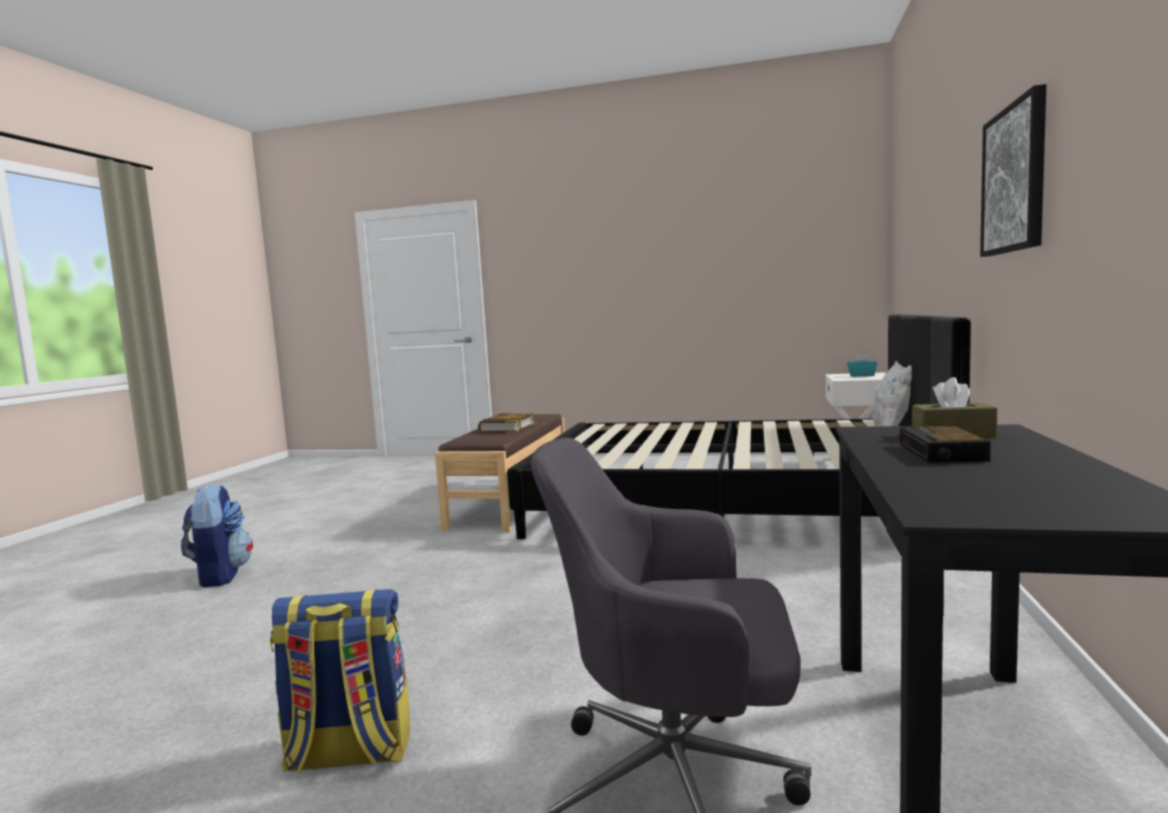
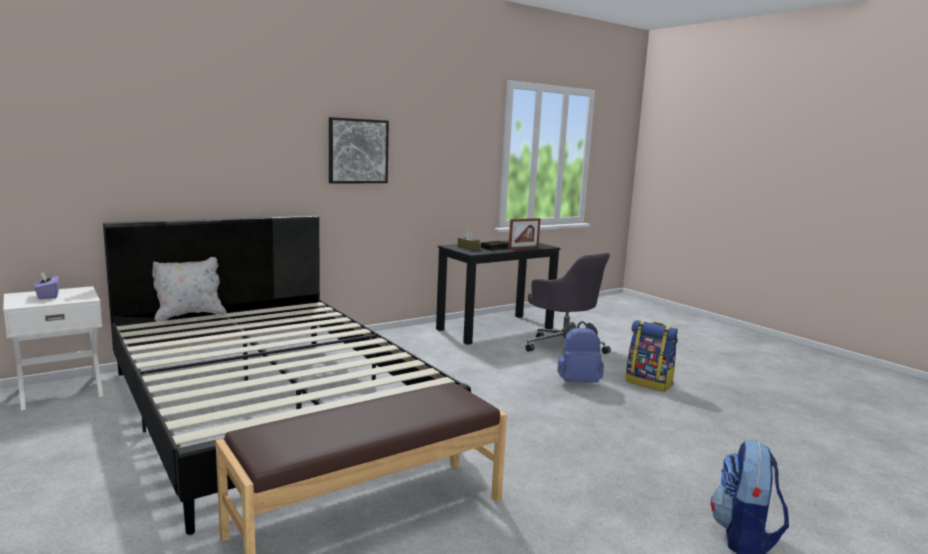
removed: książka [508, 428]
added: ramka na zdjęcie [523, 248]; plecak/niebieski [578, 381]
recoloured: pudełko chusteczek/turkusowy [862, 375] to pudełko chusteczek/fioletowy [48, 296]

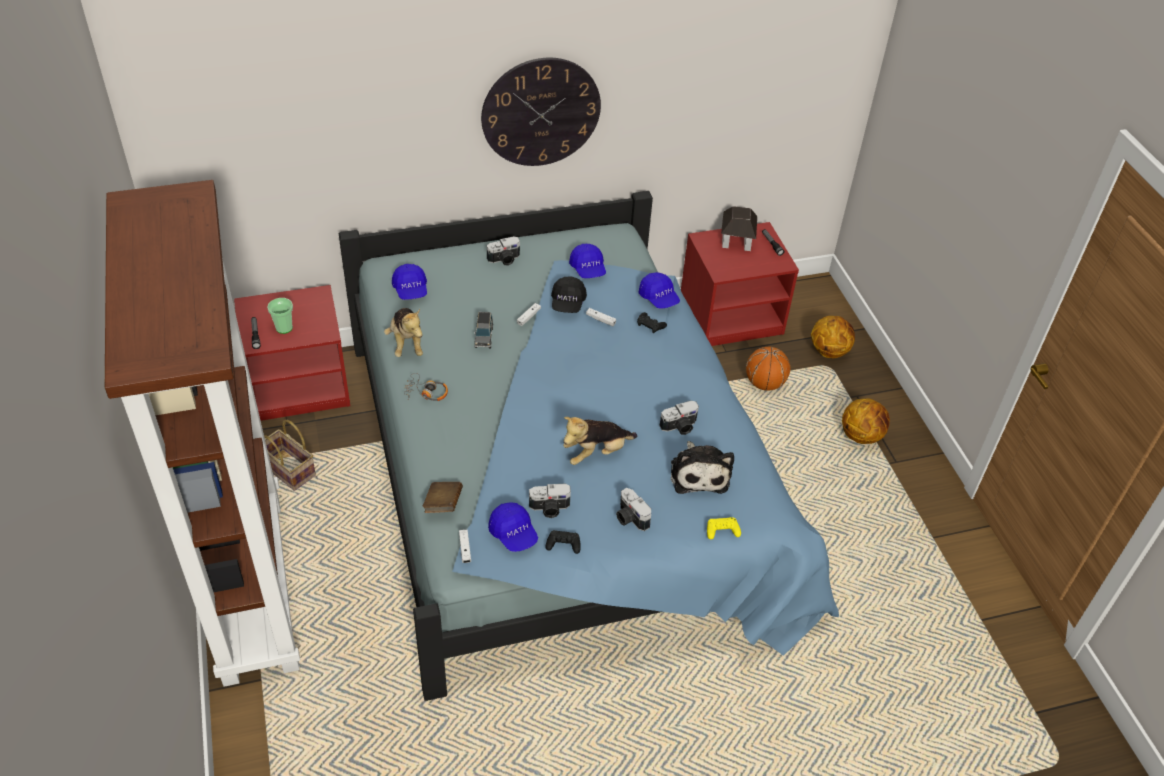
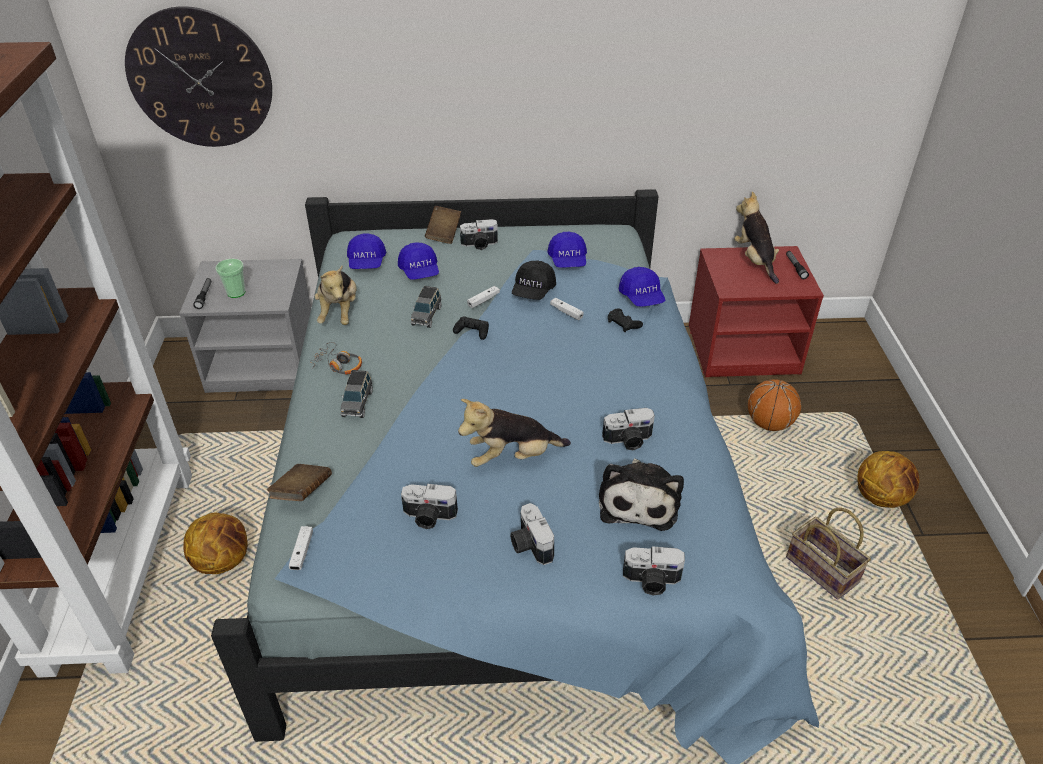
added: samochodzik/szary [357, 403]; książka/brązowy [444, 234]
moved: koszyk [290, 470] to [824, 570]; zegar ścienny [541, 112] to [200, 79]; czapka z daszkiem/niebieski [513, 534] to [420, 272]; pad do gier/czarny [563, 544] to [472, 331]; piłka do koszykówki [829, 351] to [223, 561]
replaced: pad do gier/żółty [722, 531] to aparat fotograficzny [651, 581]; domek [736, 241] to pluszak [754, 260]
recoloured: szafka nocna/czerwony [300, 385] to szafka nocna/szary [264, 363]

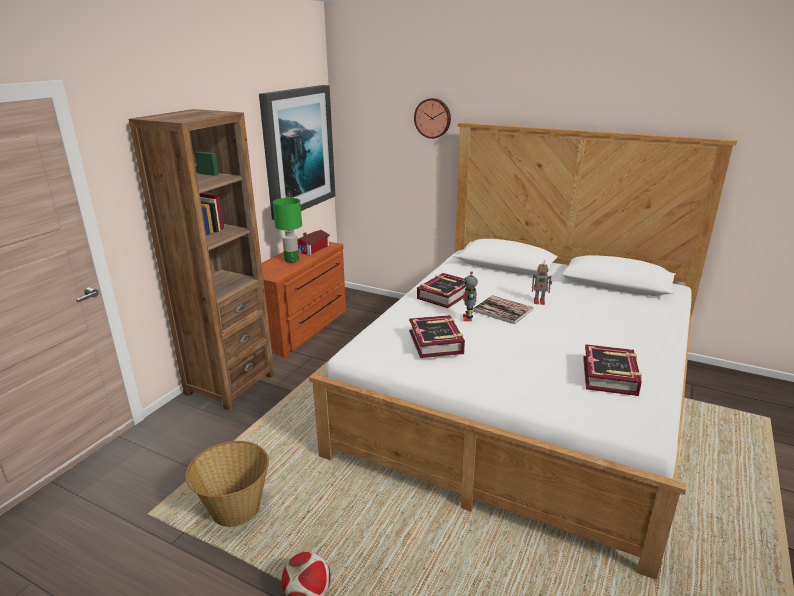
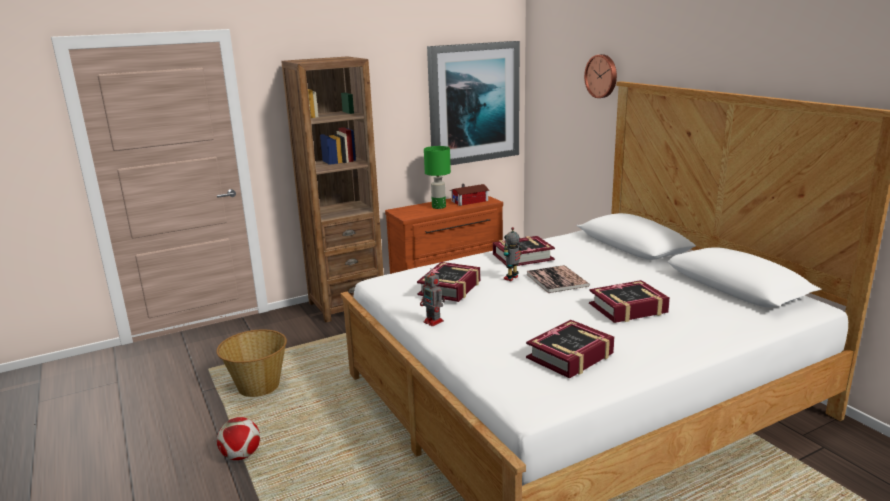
added: książka [628, 308]
moved: robot zabawkowy [540, 301] to [434, 322]

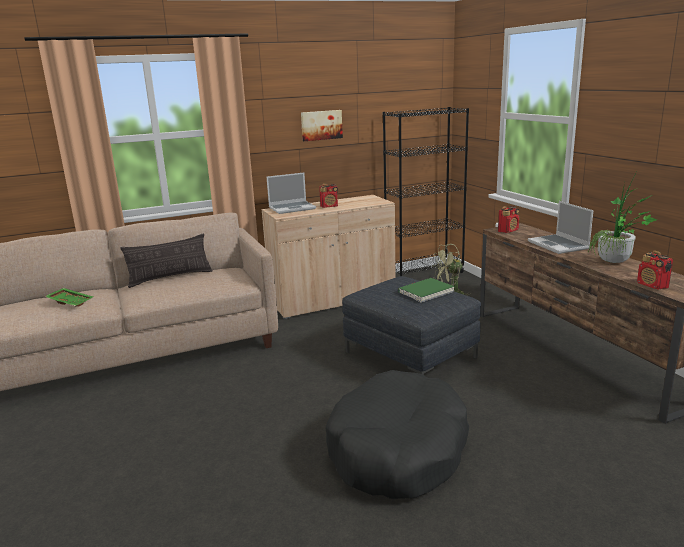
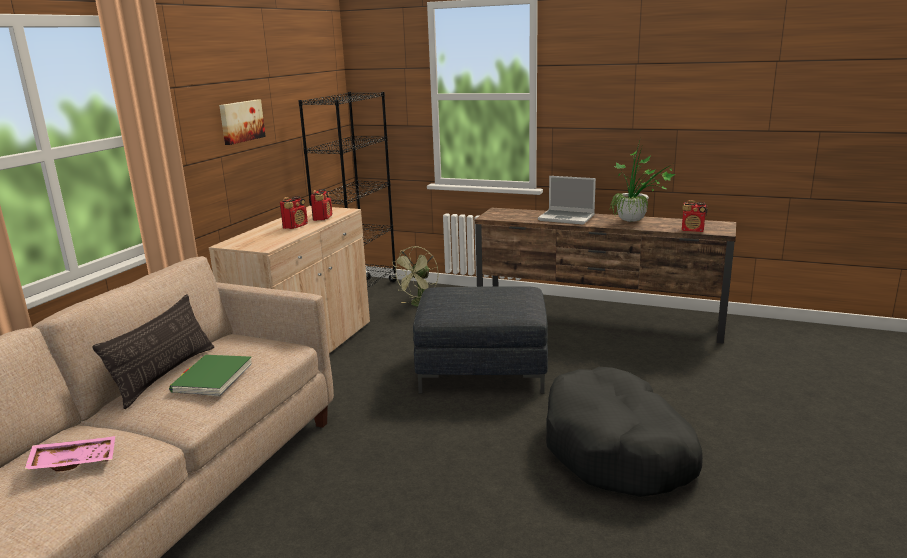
removed: laptop [292, 208]
moved: książka/zielony [426, 292] to [212, 378]; radio [508, 231] to [323, 218]
recoloured: taca/zielony [71, 302] to taca/różowy [74, 461]

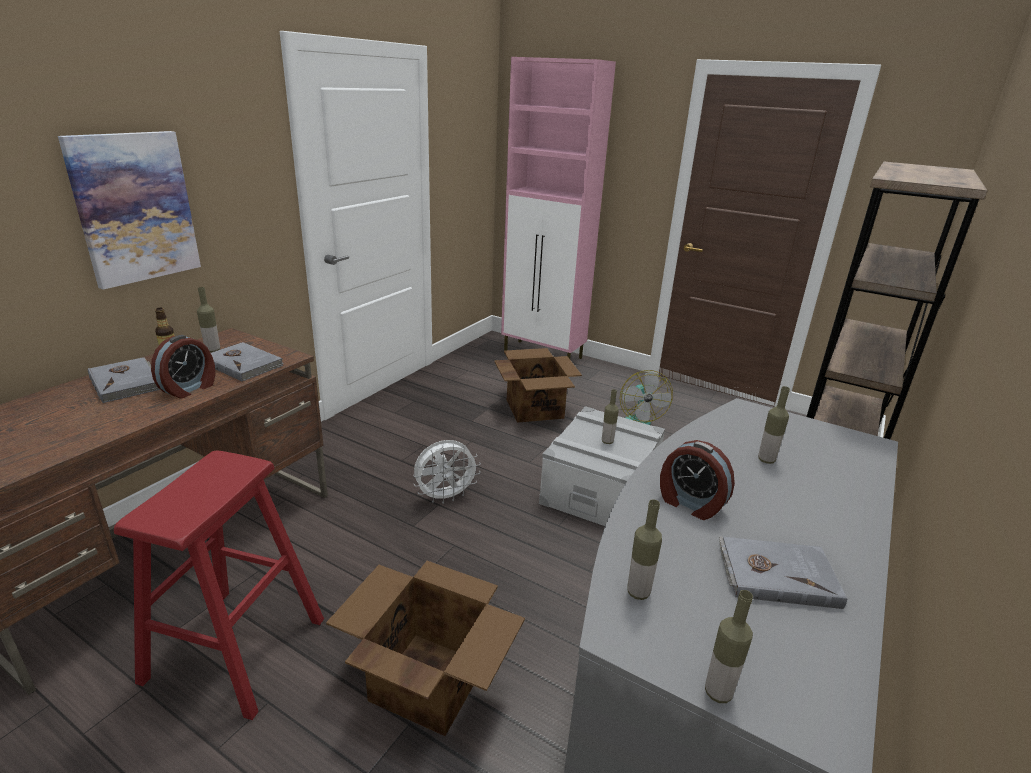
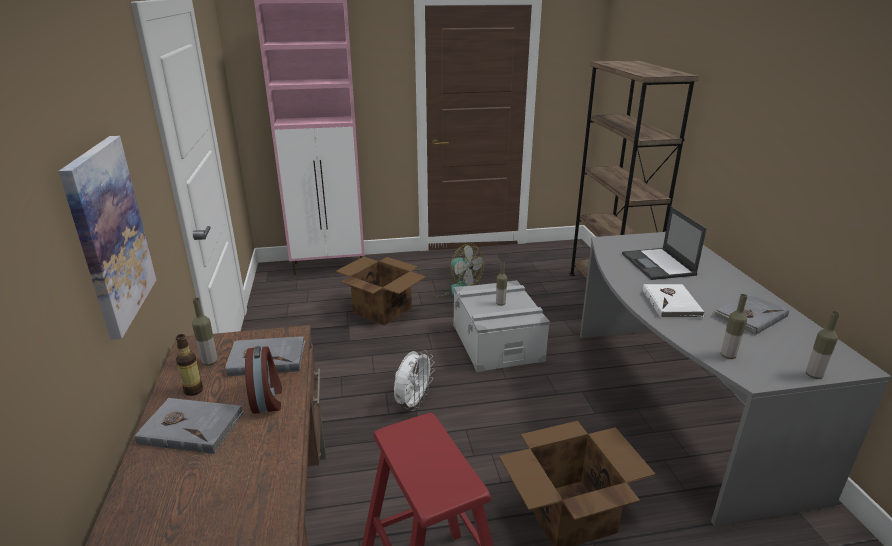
replaced: budzik [690, 504] to książka/biały [672, 303]; butelka [766, 460] to laptop [658, 264]

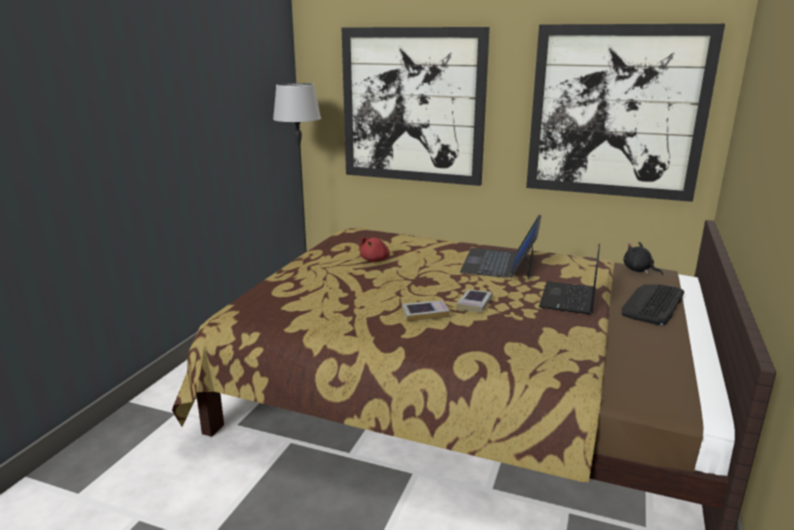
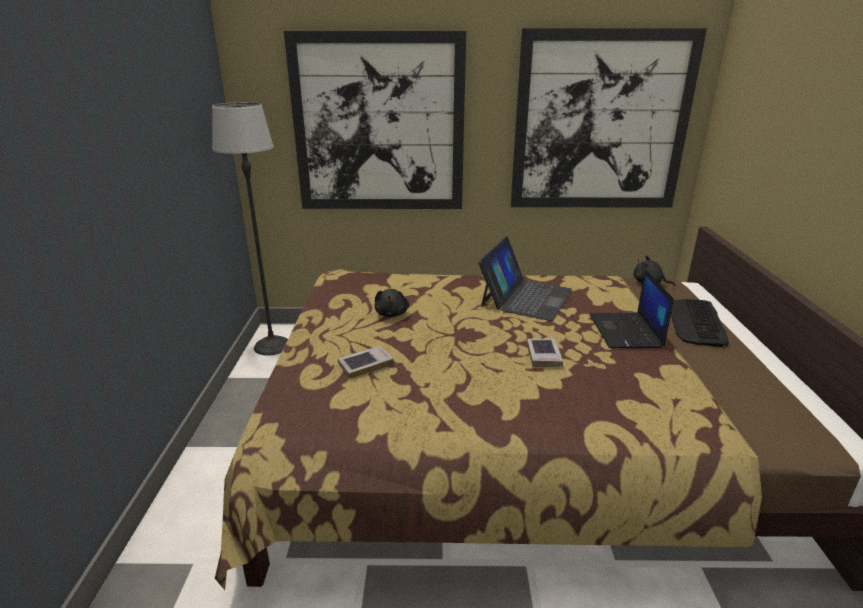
moved: książka [425, 313] to [365, 365]
recoloured: pluszak/czerwony [375, 260] to pluszak/czarny [392, 313]
turned: laptop [500, 263] = [525, 297] 150 degrees counterclockwise

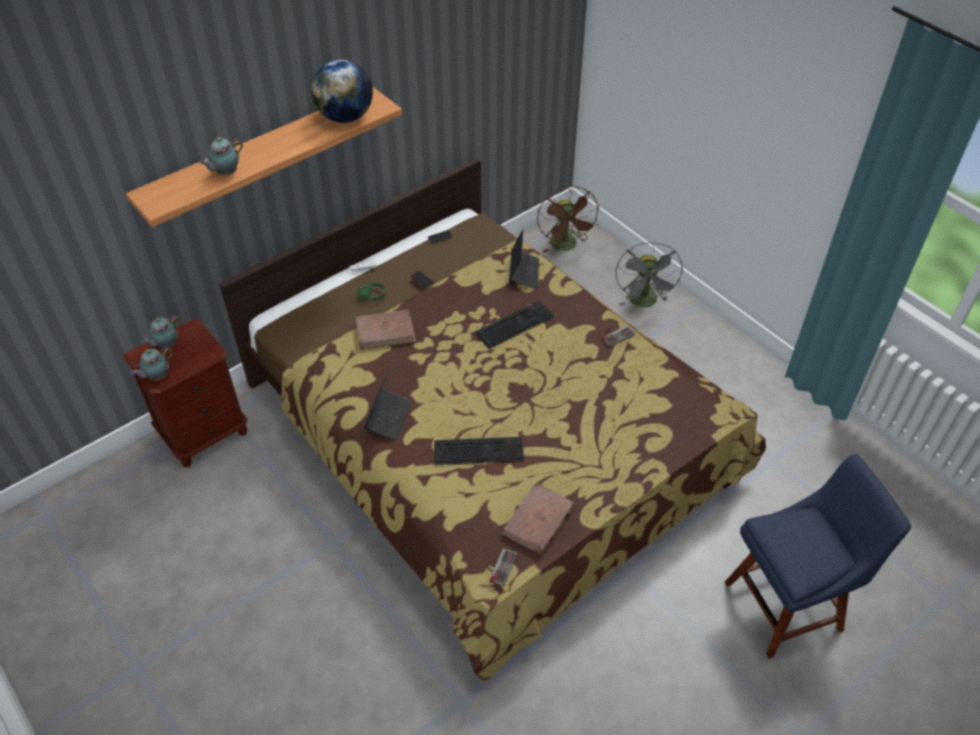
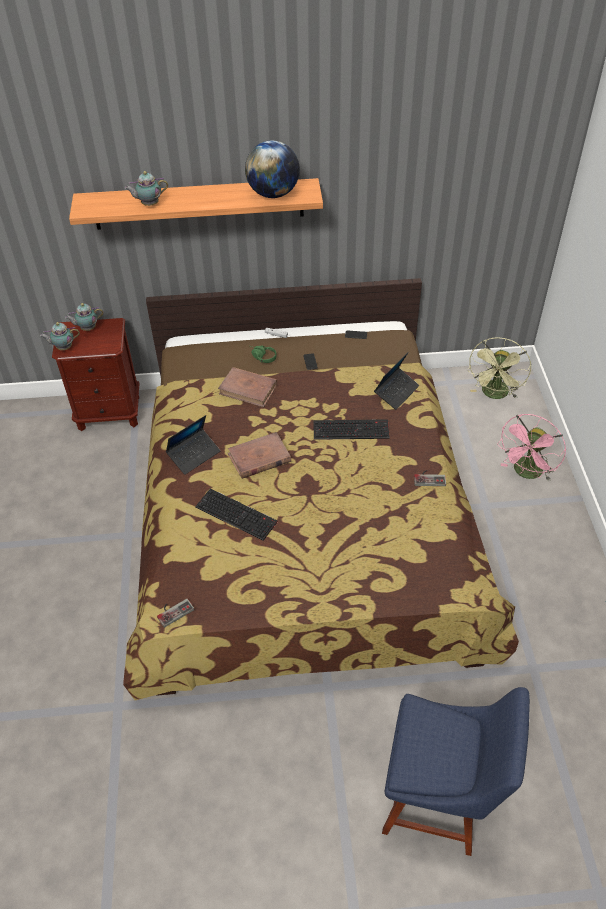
moved: książka/brązowy [538, 521] to [259, 458]
recoloured: wentylator/brązowy [566, 246] to wentylator/zielony [495, 395]; wentylator/szary [644, 302] to wentylator/różowy [526, 473]

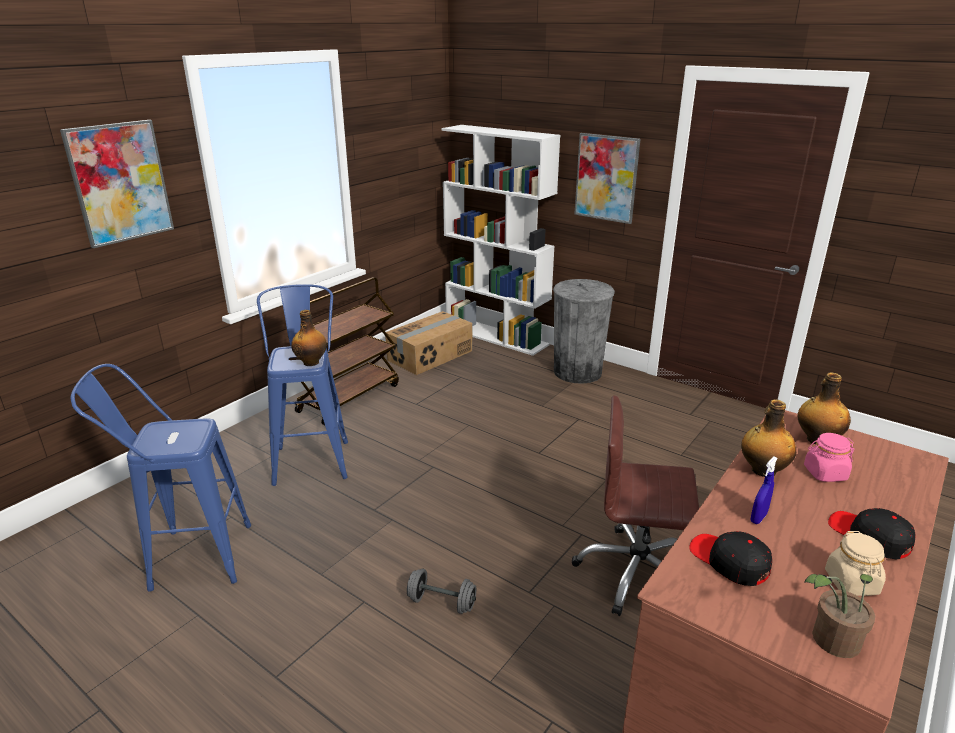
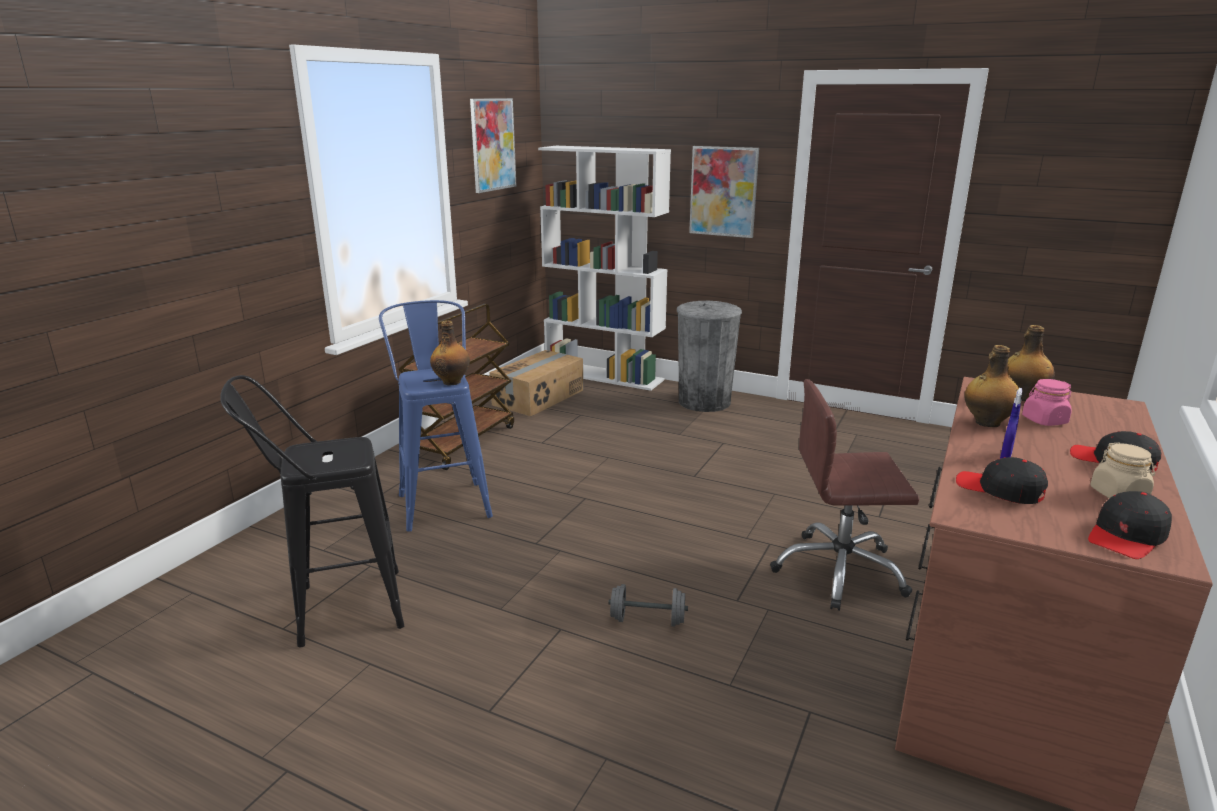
moved: obraz [120, 183] to [492, 144]
replaced: roślina doniczkowa [830, 641] to czapka z daszkiem/czarny [1127, 536]
recoloured: stołek/niebieski [189, 557] to stołek/czarny [336, 609]

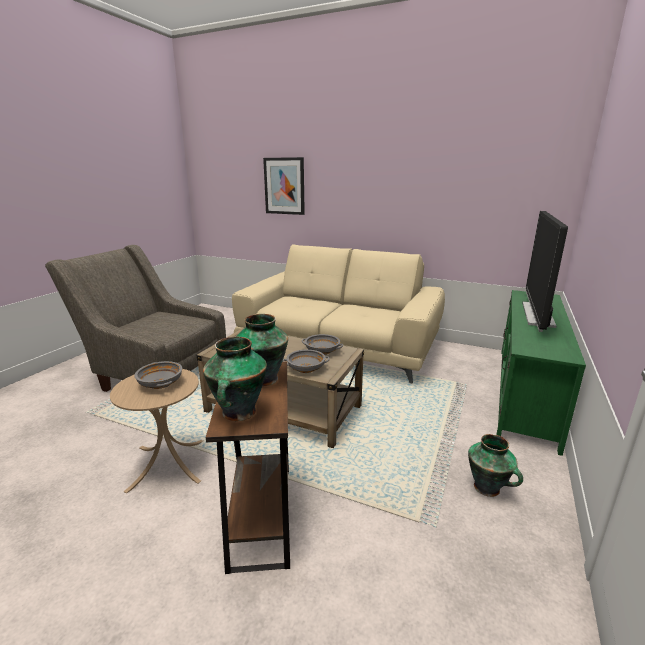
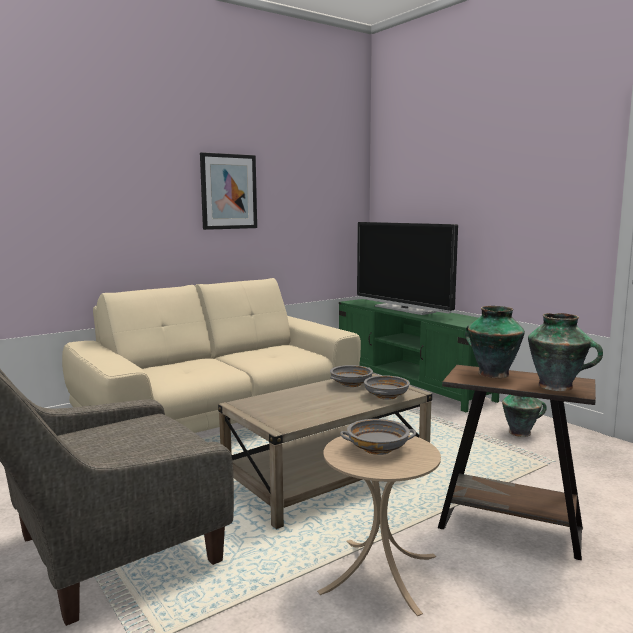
moved: obraz [284, 186] to [228, 191]

